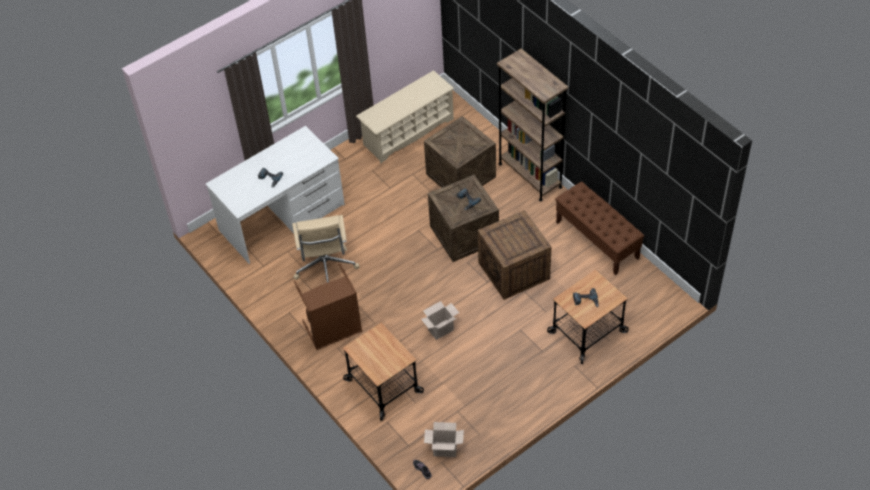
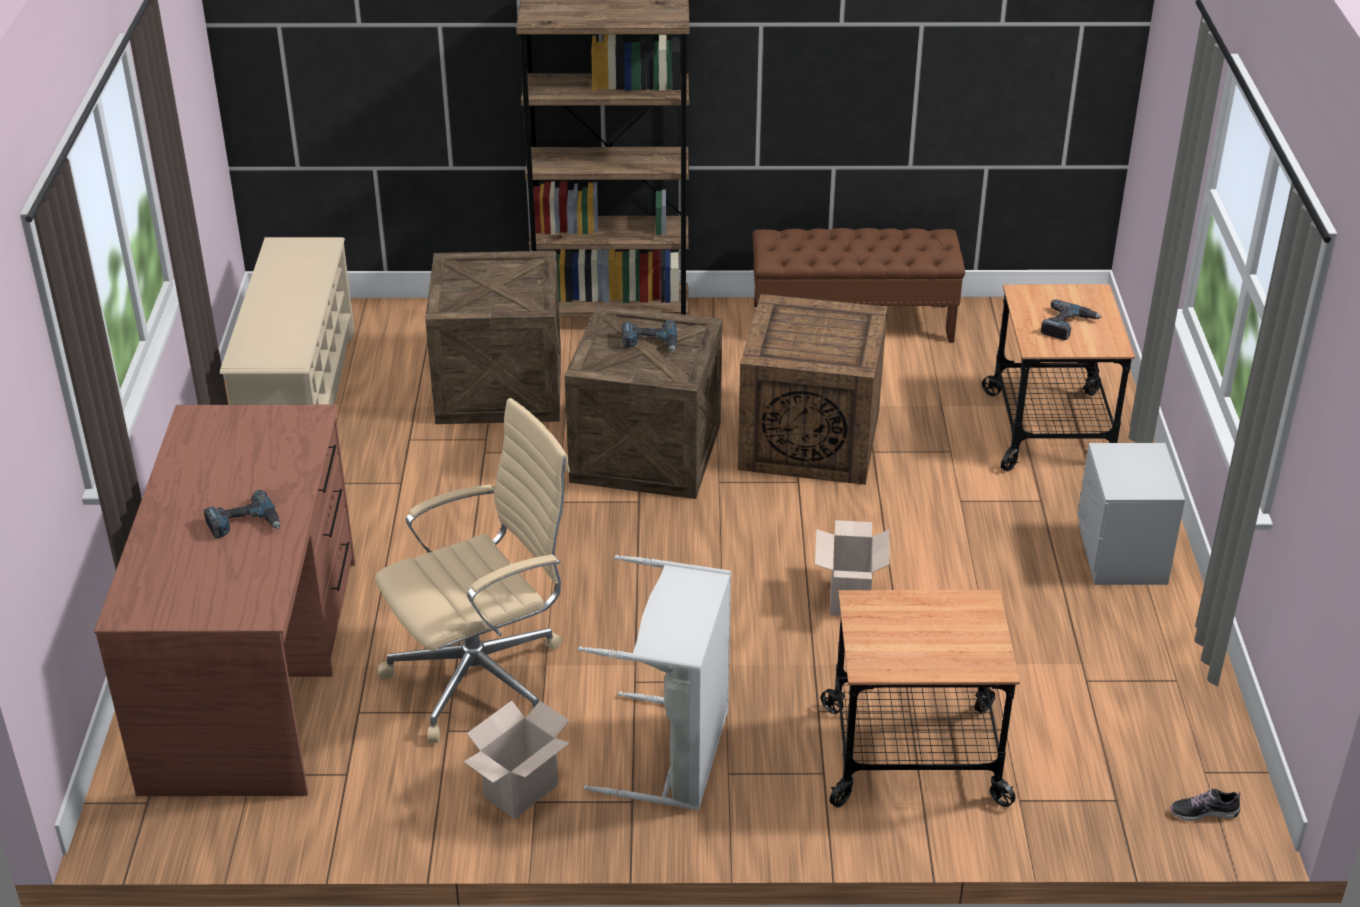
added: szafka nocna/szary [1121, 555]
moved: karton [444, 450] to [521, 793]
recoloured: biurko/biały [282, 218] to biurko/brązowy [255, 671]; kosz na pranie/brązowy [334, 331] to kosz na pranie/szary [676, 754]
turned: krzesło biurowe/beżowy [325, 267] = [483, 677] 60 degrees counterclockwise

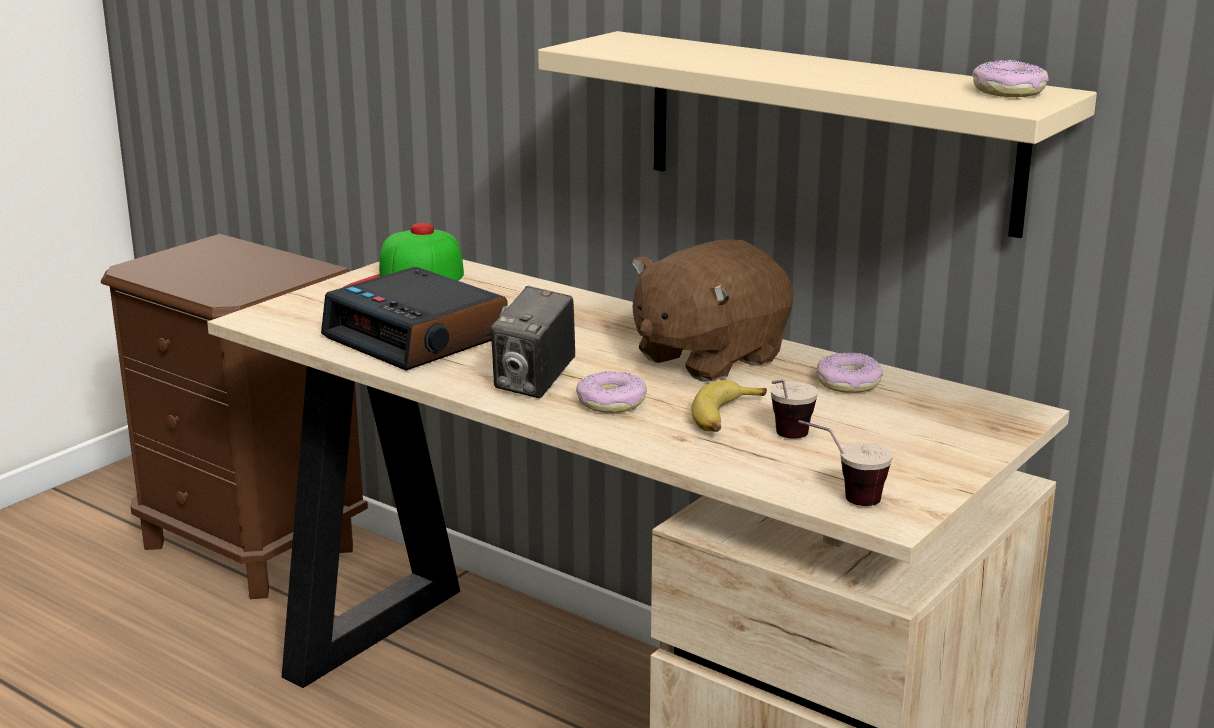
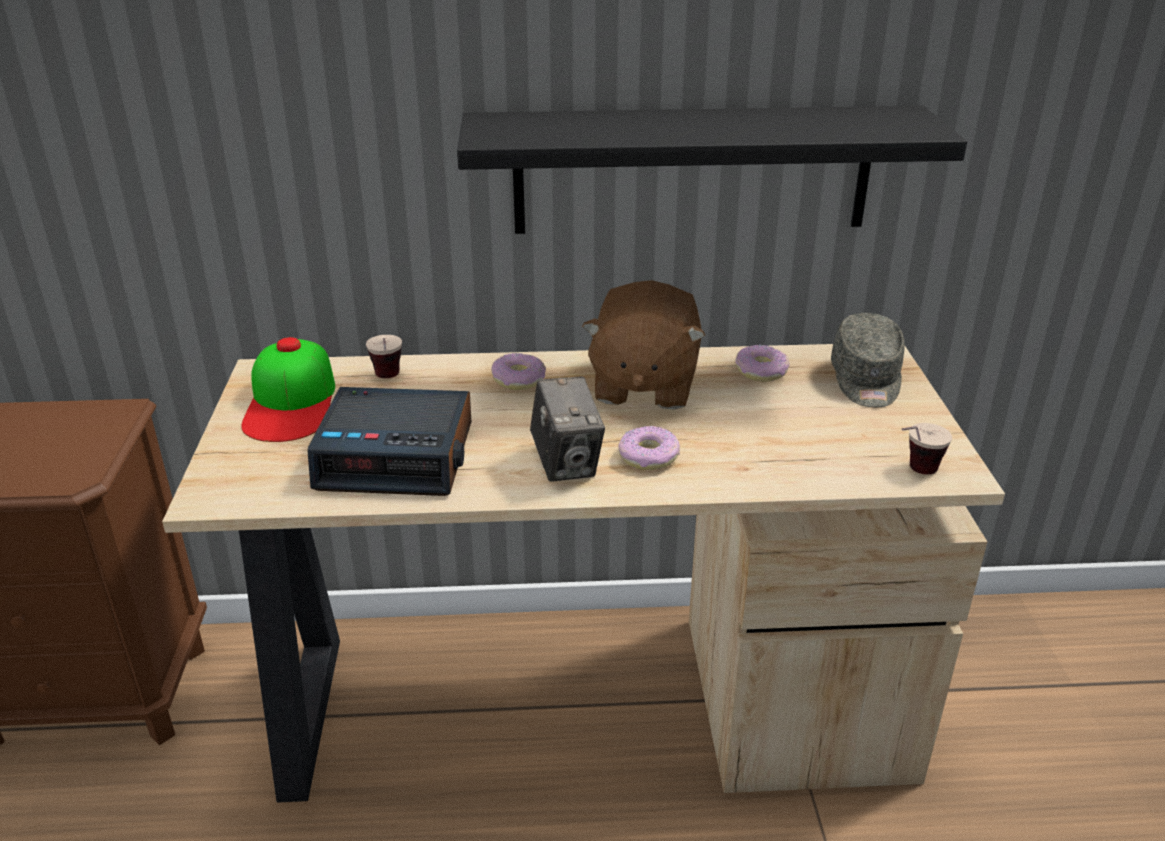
removed: banan [725, 418]
added: czapka z daszkiem/szary [866, 380]
moved: filiżanka [785, 440] to [388, 380]; donut [1008, 91] to [519, 379]
recoloured: półka/beżowy [829, 130] to półka/czarny [692, 170]

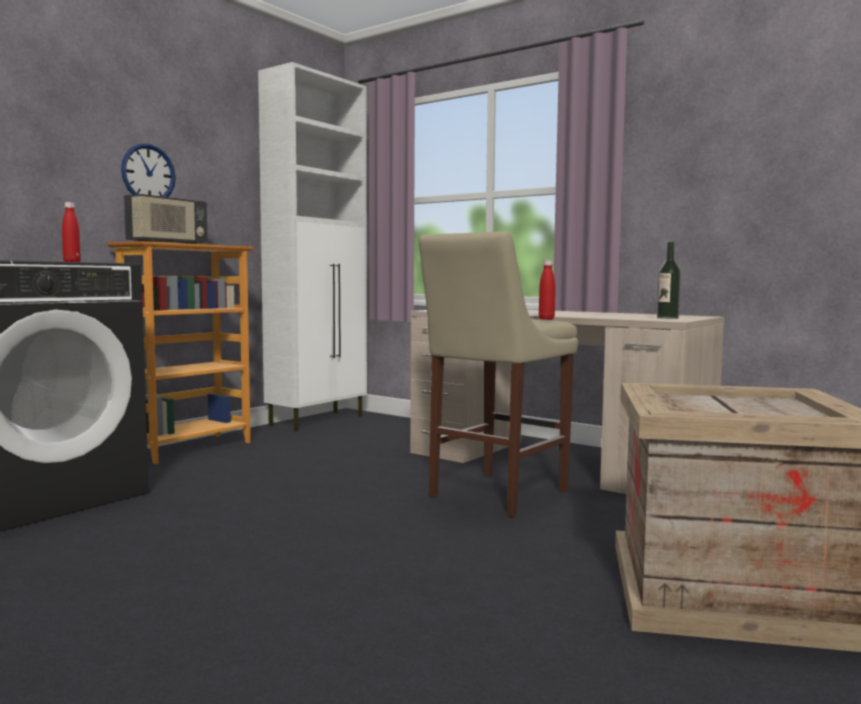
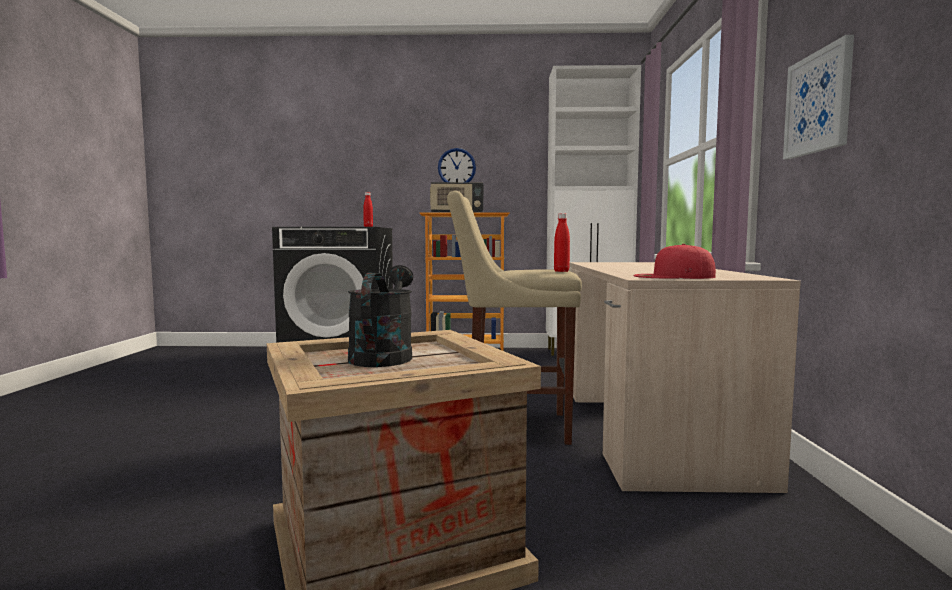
added: konewka/czarny [383, 356]; obraz [818, 103]
replaced: butelka [667, 318] to czapka z daszkiem/czerwony [673, 276]

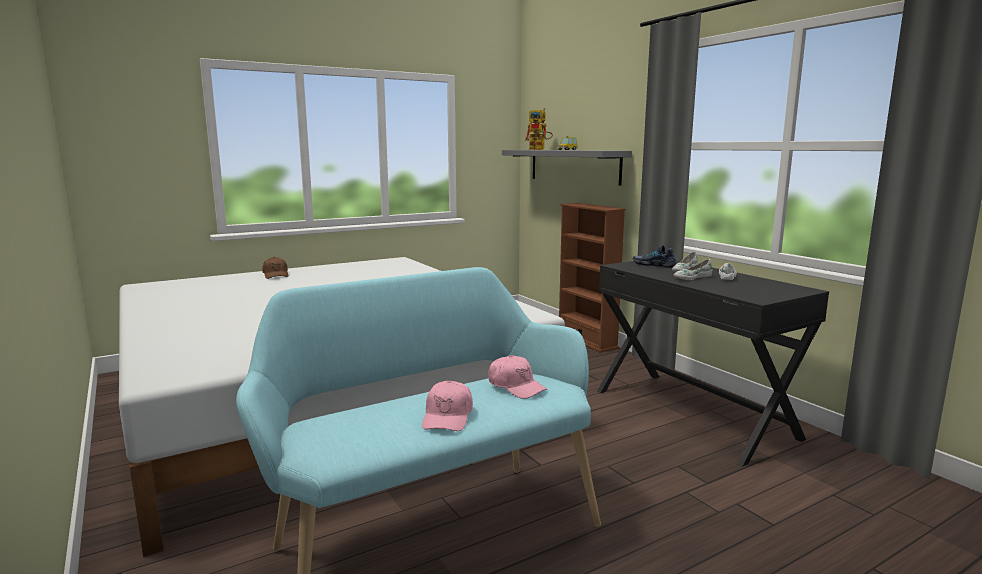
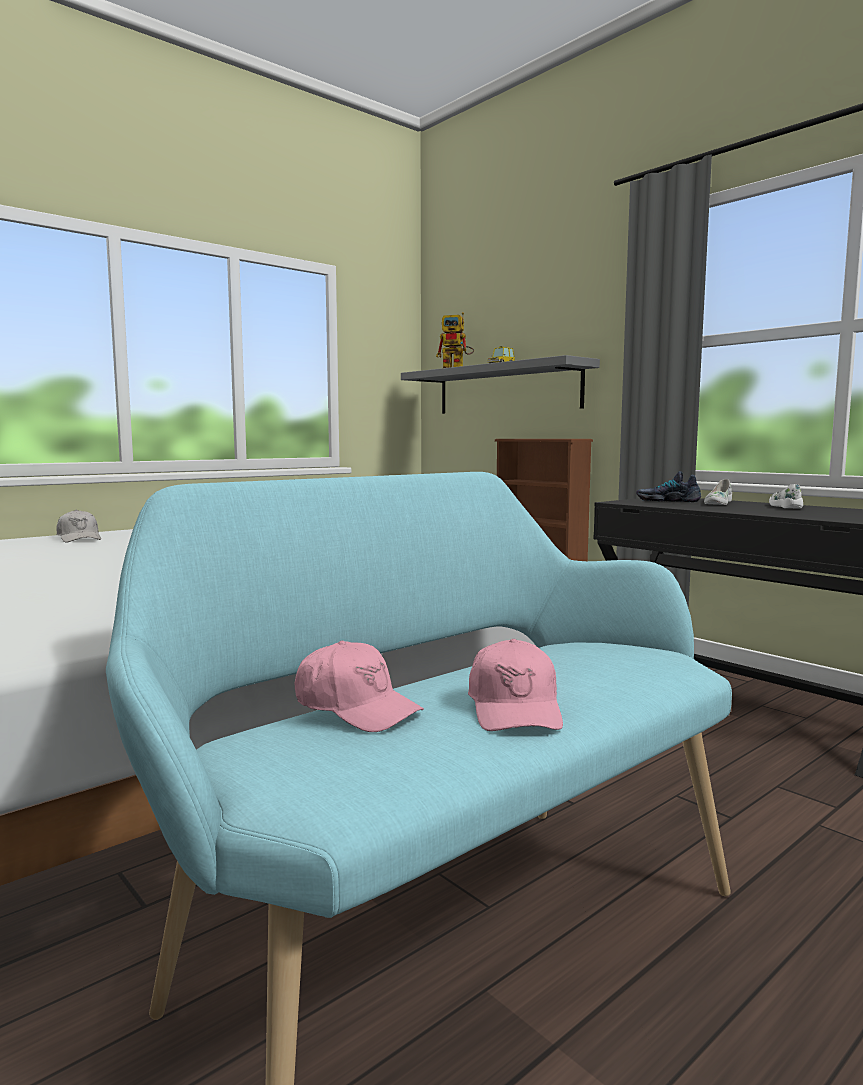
removed: but/biały [692, 277]
moved: czapka z daszkiem/różowy [516, 387] to [356, 708]
recoloured: czapka z daszkiem/brązowy [276, 275] to czapka z daszkiem/biały [79, 538]

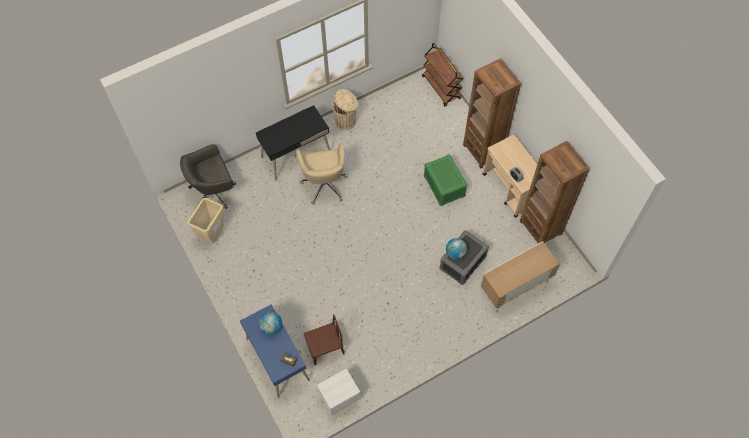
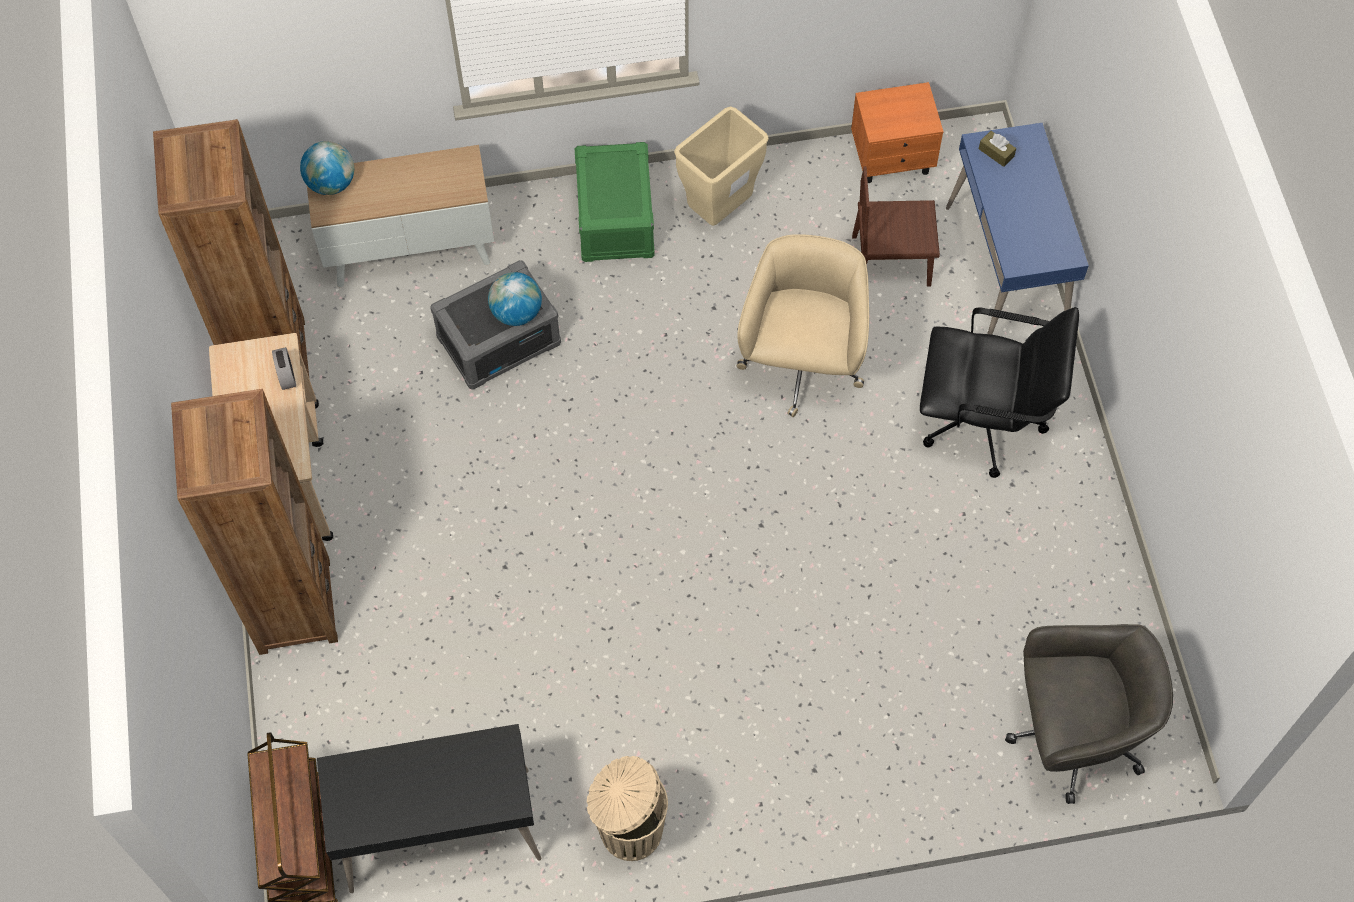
added: krzesło biurowe/czarny [983, 423]
moved: kosz na śmieci/beżowy [213, 235] to [720, 210]; biurko/czarny [296, 155] to [440, 831]; globus [271, 327] to [331, 183]; krzesło biurowe/beżowy [324, 184] to [801, 365]; pojemnik do przechowywania/zielony [444, 186] to [614, 218]
recoloured: szafka nocna/biały [339, 398] to szafka nocna/pomarańczowy [893, 158]

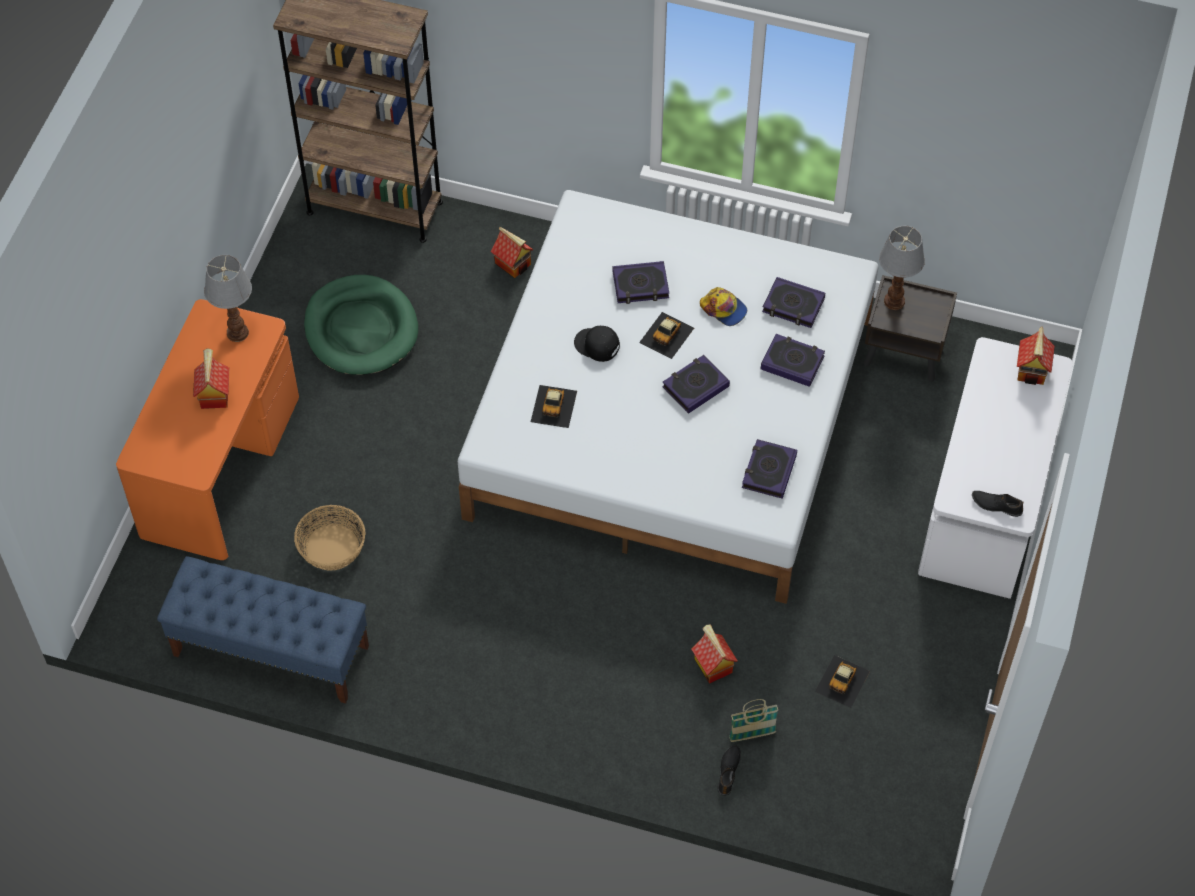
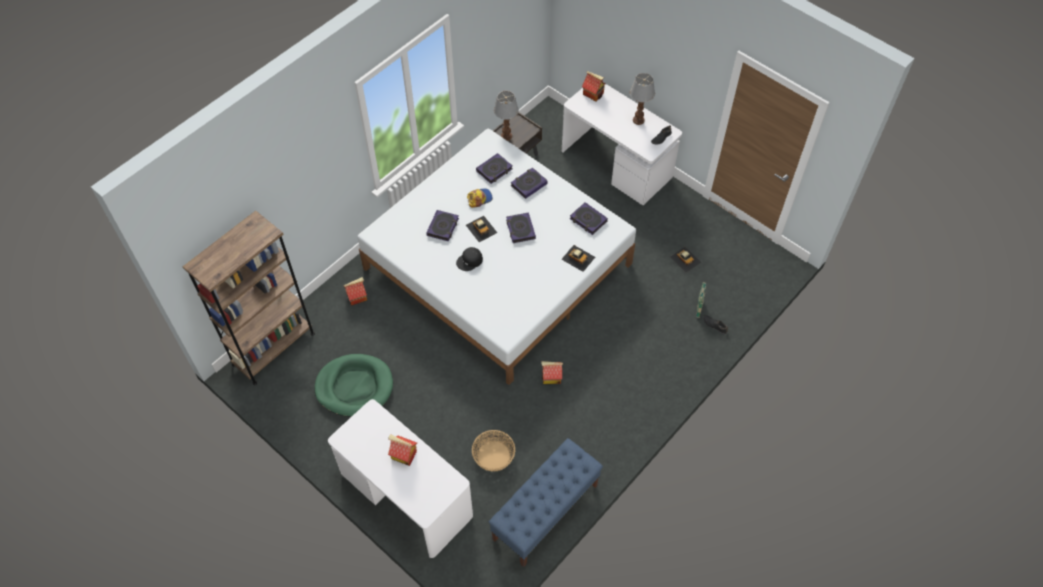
moved: lampa stołowa [237, 332] to [638, 120]; samochodzik [554, 406] to [578, 258]; domek [712, 665] to [551, 377]
recoloured: biurko/pomarańczowy [220, 465] to biurko/biały [405, 495]

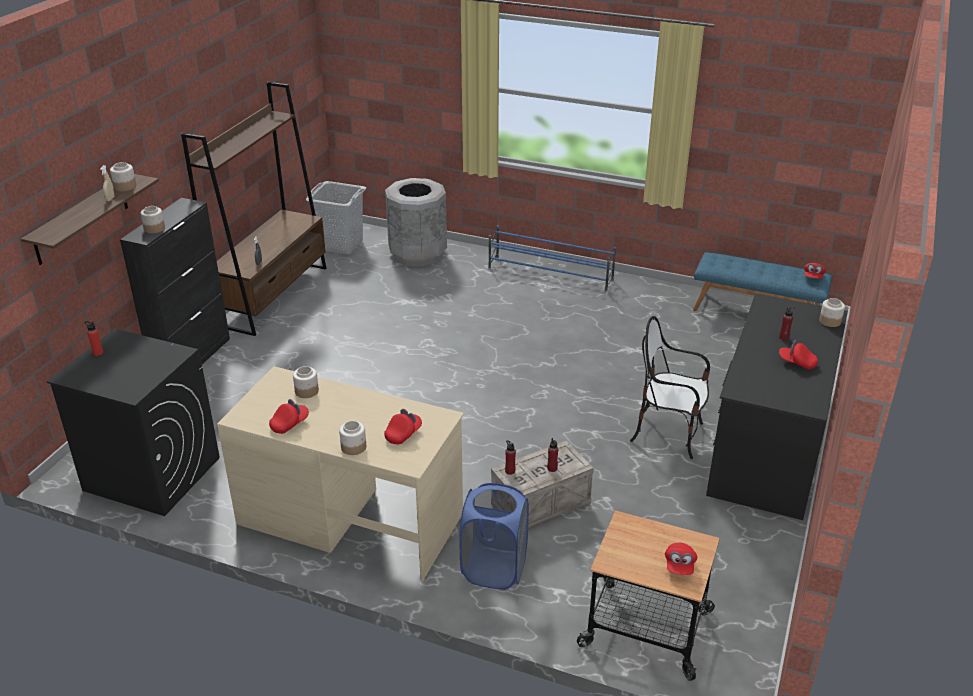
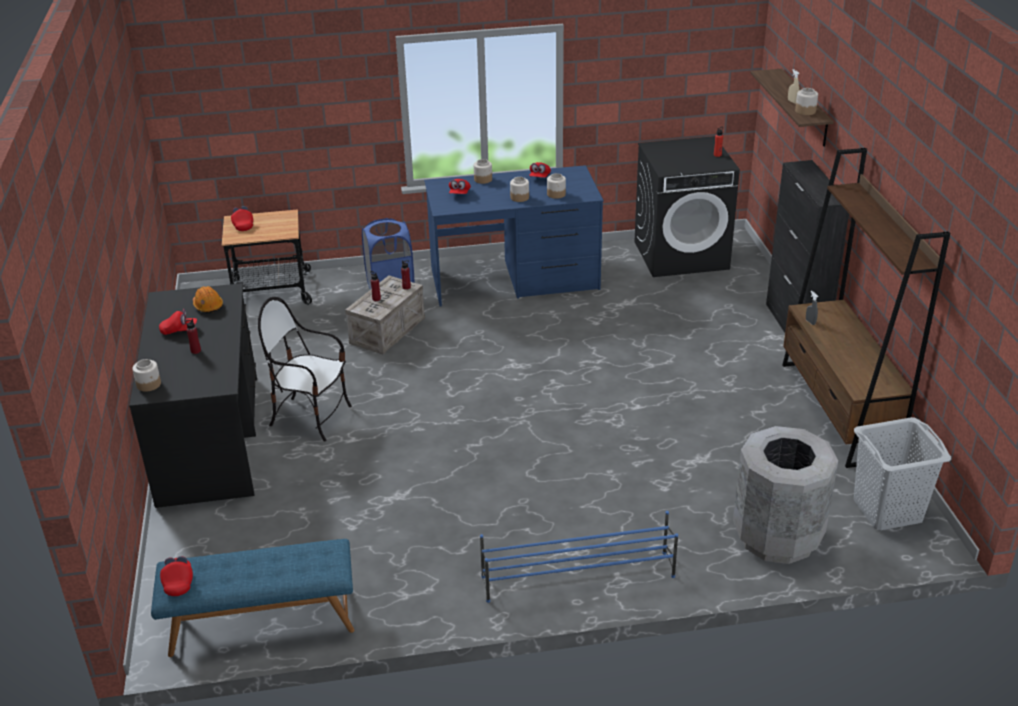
added: kask/pomarańczowy [208, 306]
moved: słoik [154, 229] to [519, 197]
recoloured: biurko/beżowy [350, 518] to biurko/niebieski [514, 279]
turned: krzesło [668, 434] = [311, 417] 150 degrees counterclockwise

